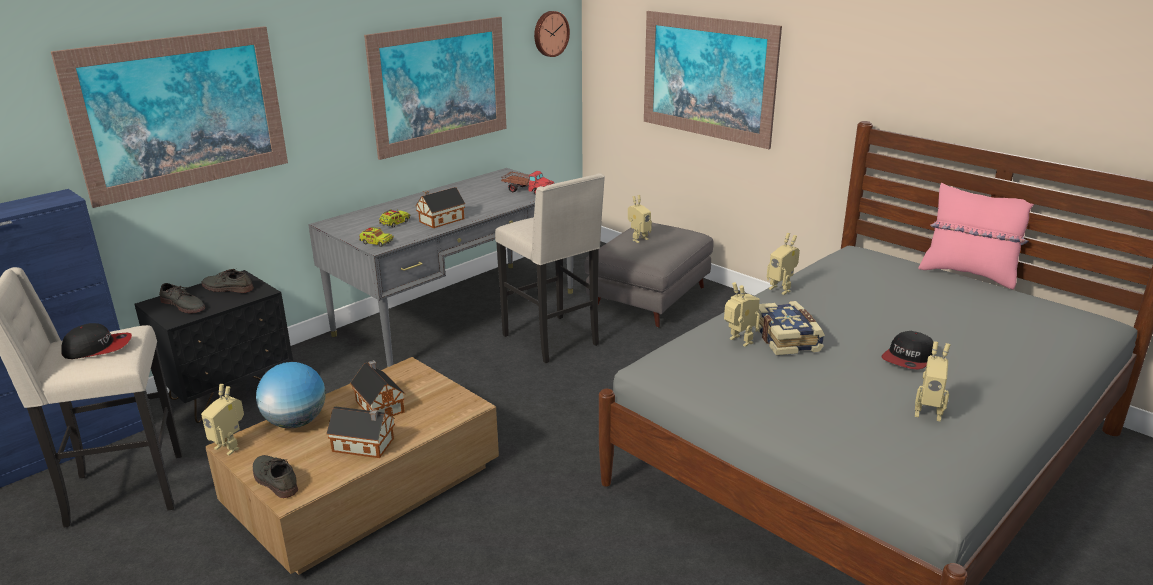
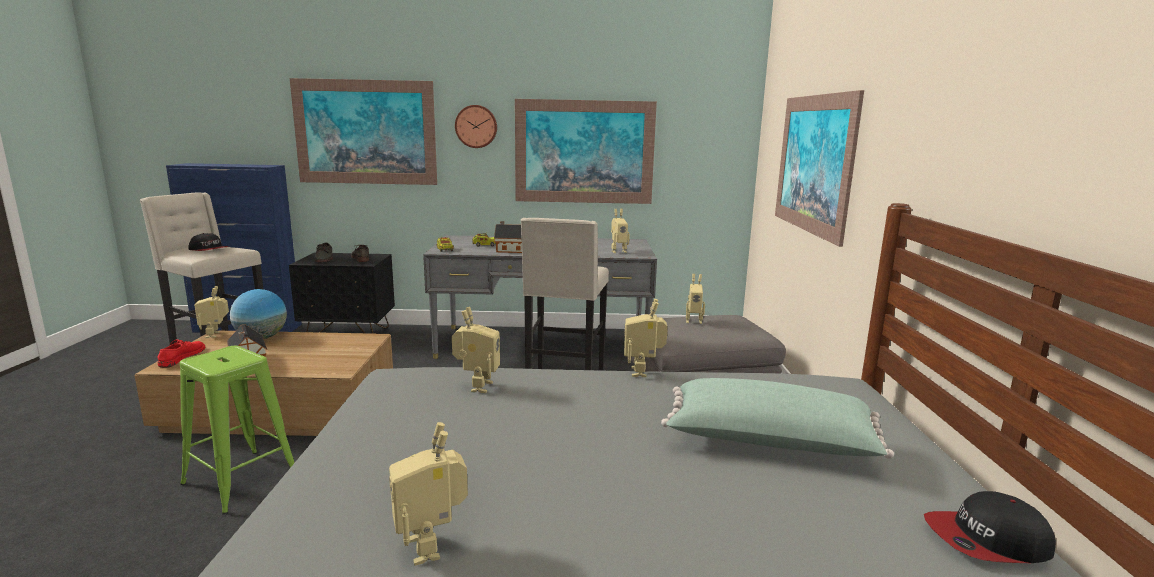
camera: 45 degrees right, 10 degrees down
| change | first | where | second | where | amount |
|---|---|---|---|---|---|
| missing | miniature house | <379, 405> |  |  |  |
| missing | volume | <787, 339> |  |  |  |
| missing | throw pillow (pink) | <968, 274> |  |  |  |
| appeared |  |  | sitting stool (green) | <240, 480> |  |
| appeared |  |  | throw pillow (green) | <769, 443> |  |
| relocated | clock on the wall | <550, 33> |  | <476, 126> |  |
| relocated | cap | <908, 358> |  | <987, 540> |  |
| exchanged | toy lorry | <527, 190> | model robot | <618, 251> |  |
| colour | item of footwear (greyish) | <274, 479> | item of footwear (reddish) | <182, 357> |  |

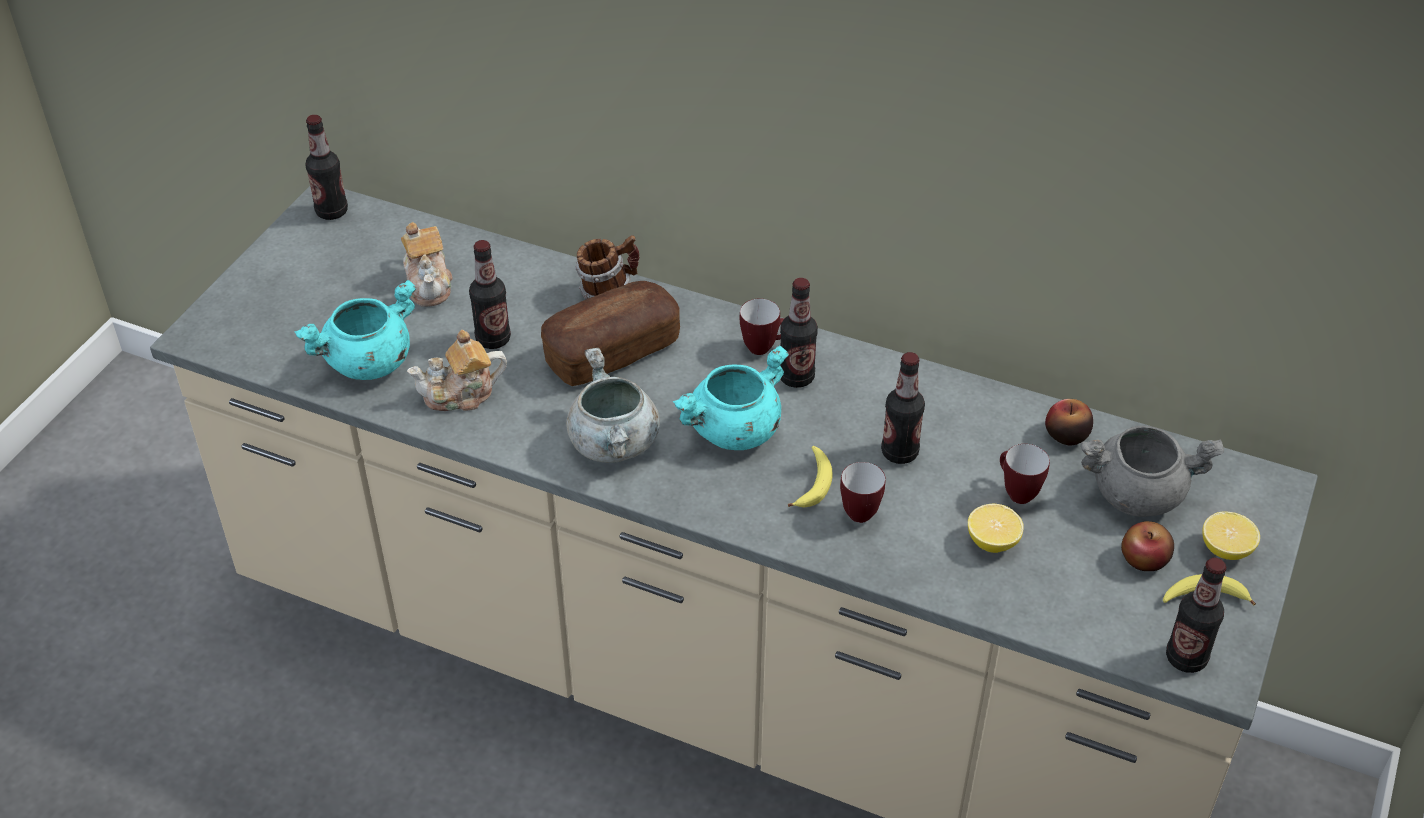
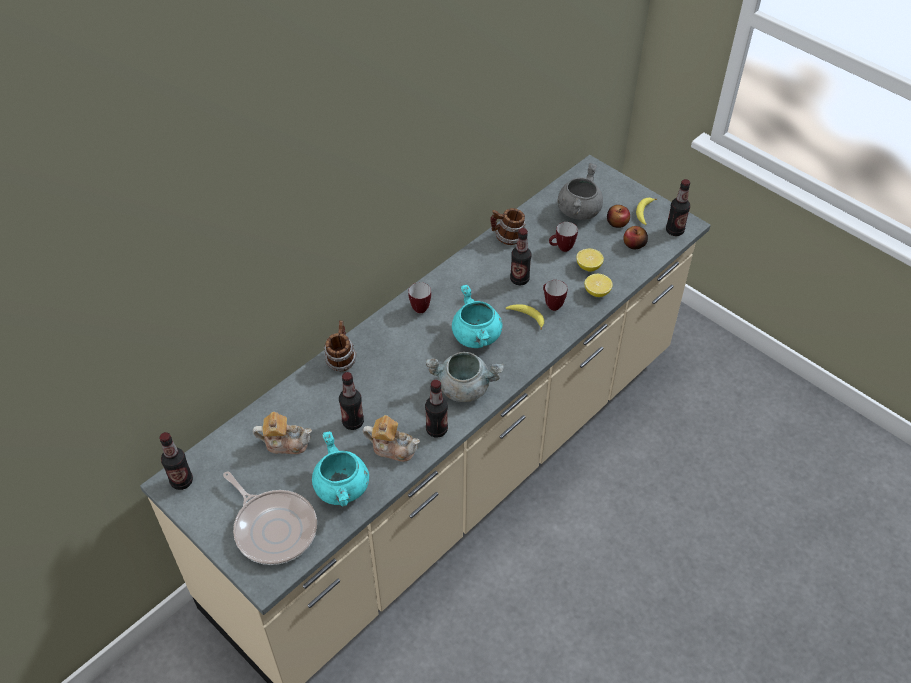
camera: 70 degrees left, 5 degrees up
| change | first | where | second | where | amount |
|---|---|---|---|---|---|
| missing | baked bread | <612, 351> |  |  |  |
| appeared |  |  | frying pan | <273, 527> |  |
| appeared |  |  | tea mug | <507, 238> |  |
| relocated | bottle | <796, 377> |  | <436, 429> |  |
| relocated | apple | <1066, 435> |  | <634, 244> |  |
| relocated | whole lemon | <1225, 549> |  | <597, 292> |  |
| spun | teapot | <461, 395> |  | <393, 448> | 75 degrees counterclockwise |

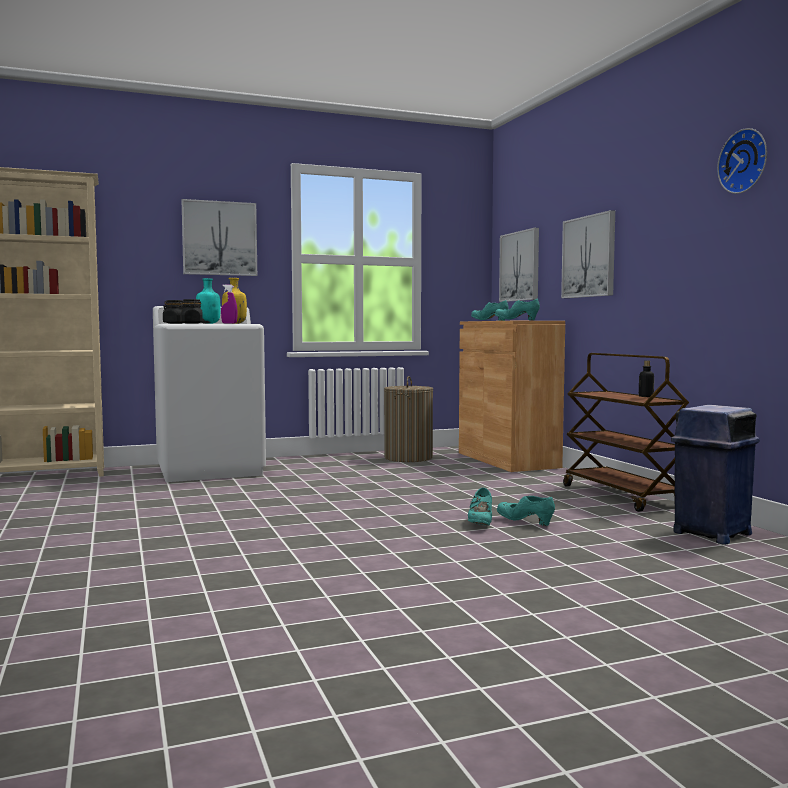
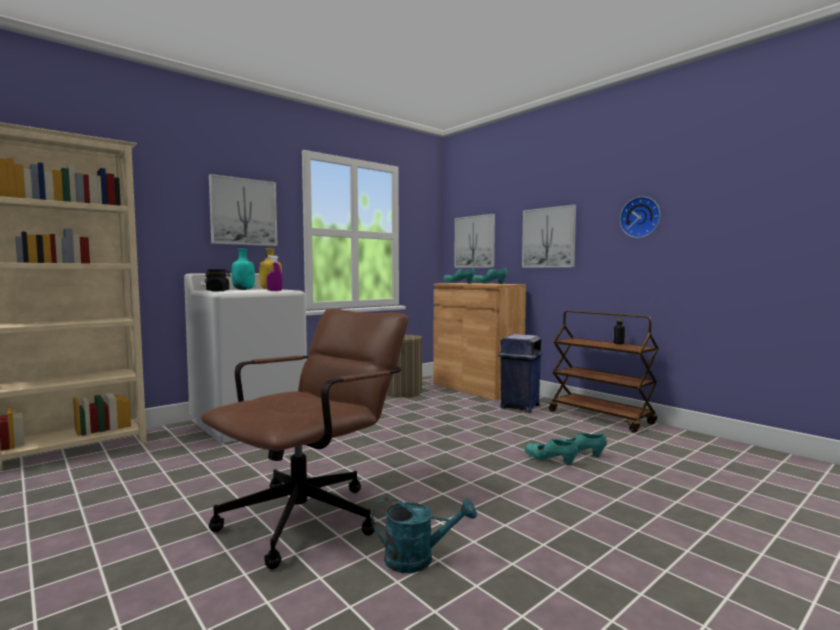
camera: 20 degrees left, 0 degrees up
| change | first | where | second | where | amount |
|---|---|---|---|---|---|
| missing | jar (blackish) | <192, 323> |  |  |  |
| appeared |  |  | desk chair (brownish) | <313, 514> |  |
| appeared |  |  | watering can (turquoise) | <418, 559> |  |
| relocated | waste bin (blue) | <711, 534> |  | <519, 407> |  |
| relocated | clock on the wall | <745, 161> |  | <641, 217> |  |
| spun | item of footwear (turquoise) | <480, 523> |  | <550, 461> | 135 degrees clockwise |

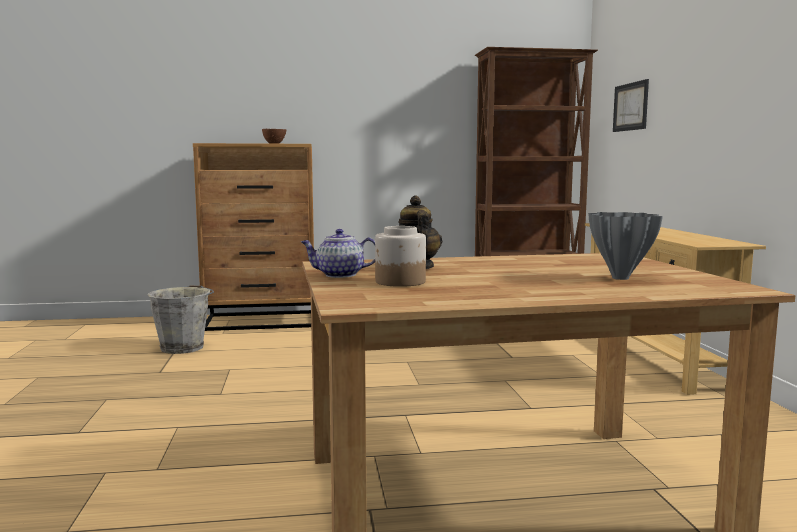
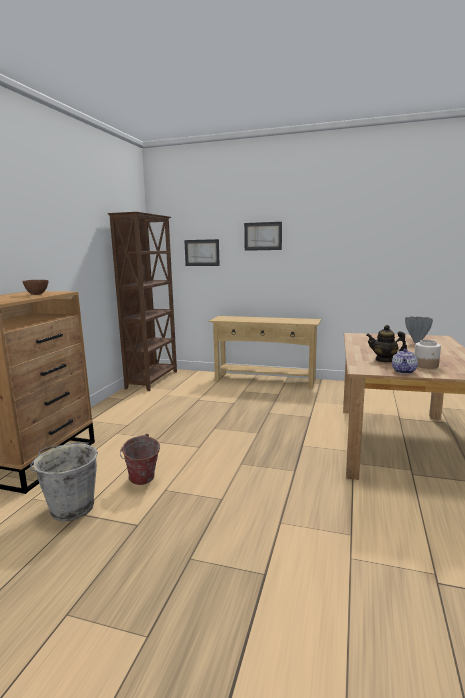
camera: 65 degrees left, 5 degrees up
| change | first | where | second | where | amount |
|---|---|---|---|---|---|
| appeared |  |  | pail | <142, 482> |  |
| appeared |  |  | wall picture | <263, 236> |  |

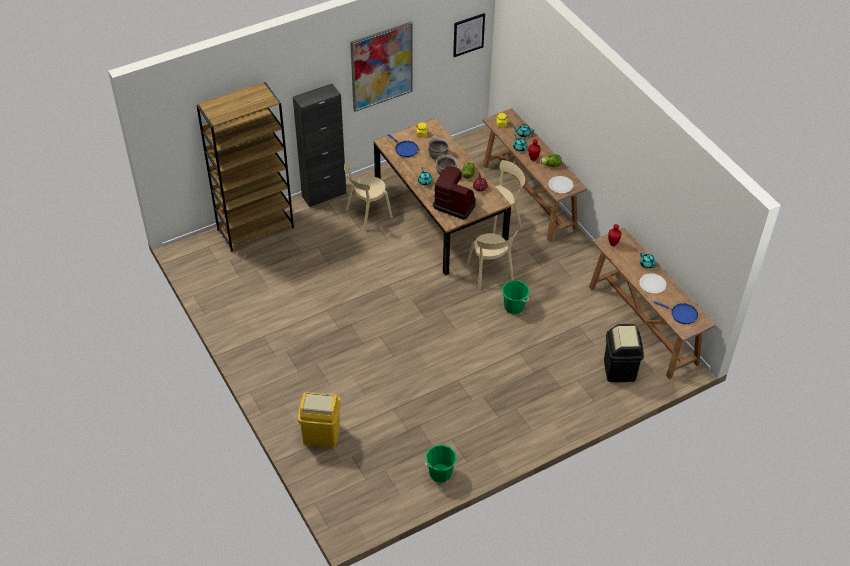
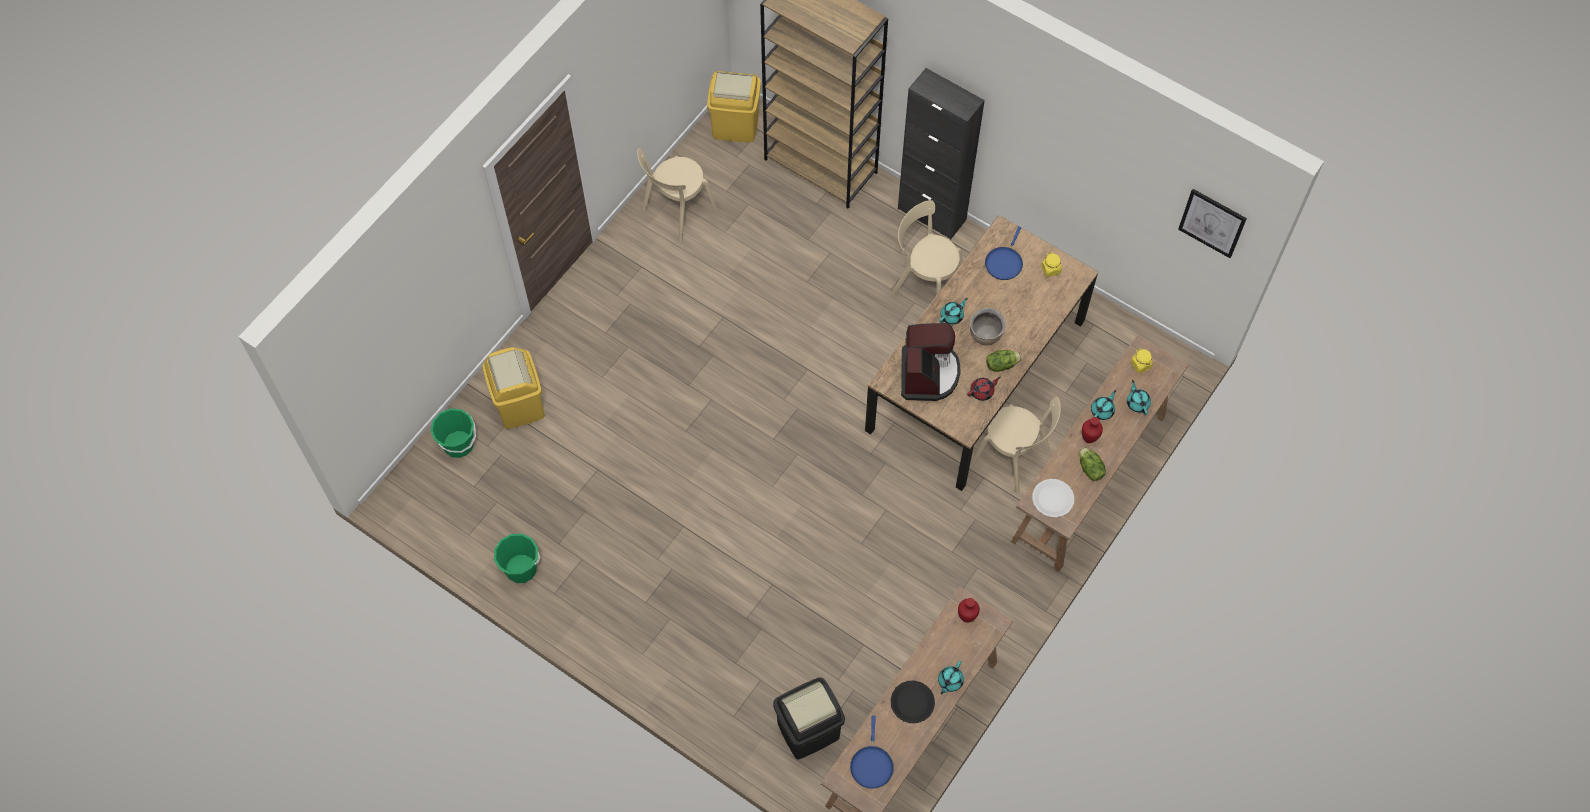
camera: 65 degrees right, 15 degrees up
| change | first | where | second | where | amount |
|---|---|---|---|---|---|
| missing | wall picture | <381, 66> |  |  |  |
| missing | saucepot (brownish) | <438, 156> |  |  |  |
| appeared |  |  | waste bin (yellow-coloured) | <735, 126> |  |
| relocated | chair (beige) | <490, 274> |  | <677, 212> |  |
| relocated | pail (green) | <514, 307> |  | <458, 444> |  |
| colour | plate (white-coloured) | <652, 284> | plate (blackish) | <912, 702> |  |

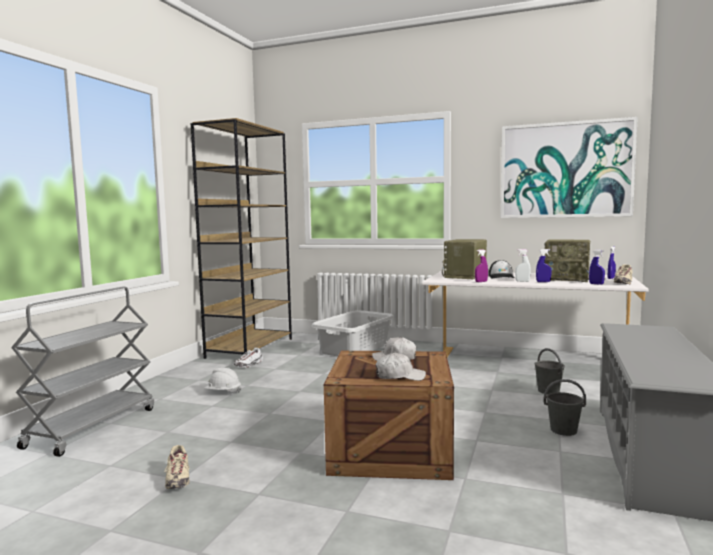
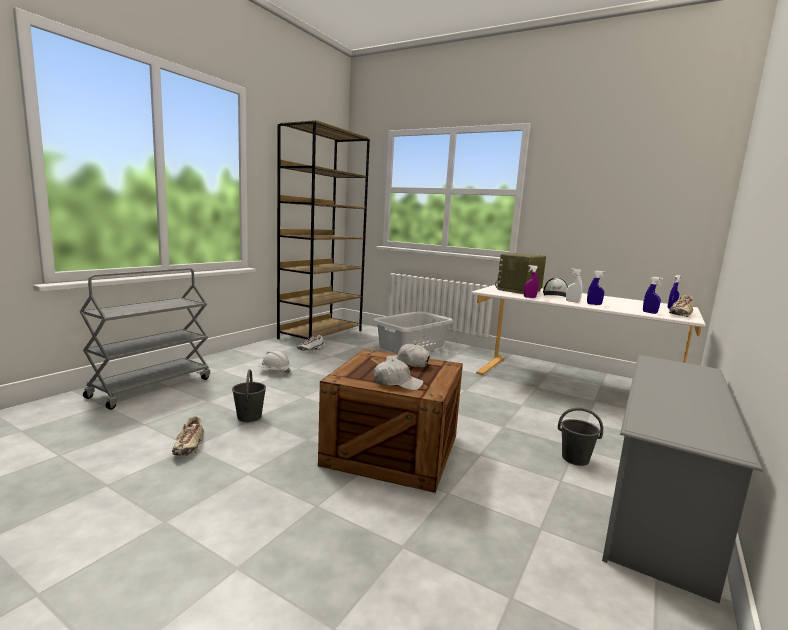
camera: 10 degrees right, 5 degrees up
| change | first | where | second | where | amount |
|---|---|---|---|---|---|
| missing | wall picture | <565, 170> |  |  |  |
| missing | radio receiver | <567, 279> |  |  |  |
| relocated | pail (greyish) | <549, 391> |  | <249, 417> |  |

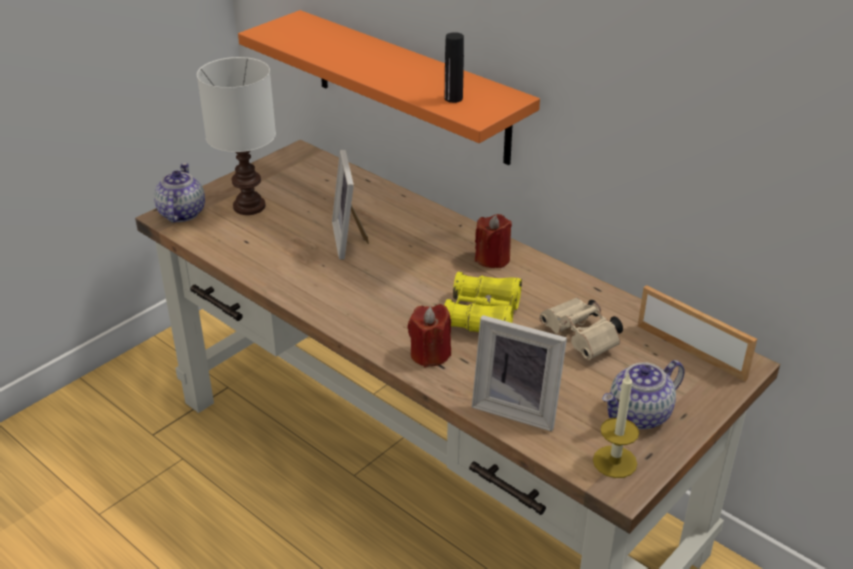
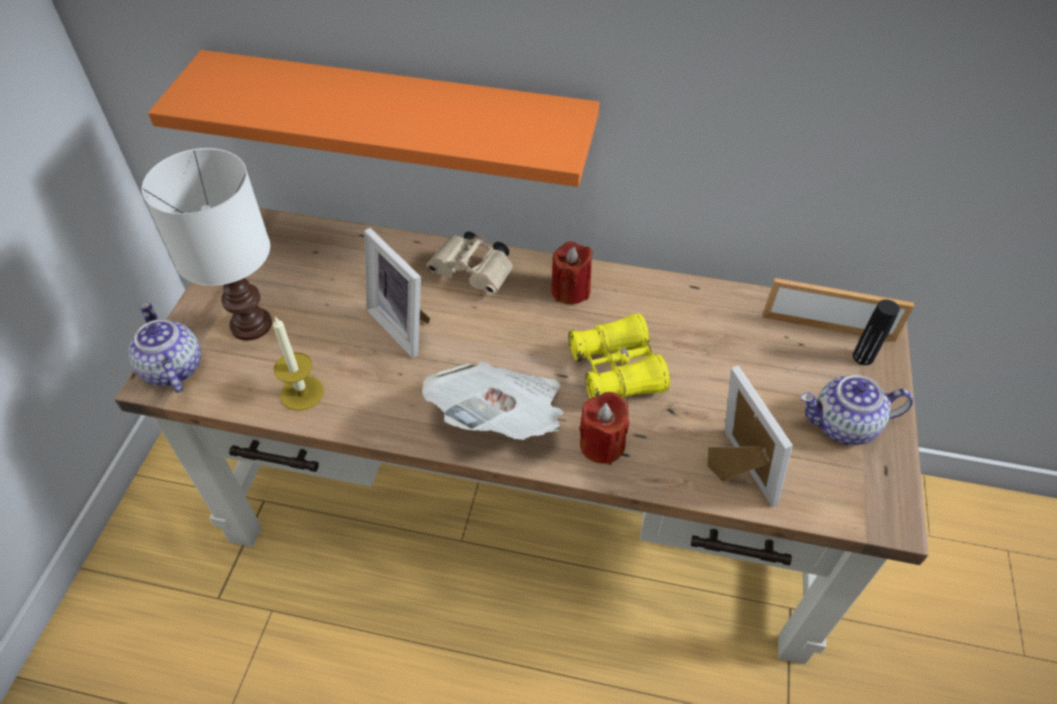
camera: 30 degrees left, 15 degrees up
| change | first | where | second | where | amount |
|---|---|---|---|---|---|
| appeared |  |  | daily paper | <501, 419> |  |
| relocated | bottle (blackish) | <453, 98> |  | <863, 357> |  |
| relocated | pair of binoculars (beige) | <583, 339> |  | <475, 274> |  |
| relocated | wax light | <615, 462> |  | <302, 393> |  |
| spun | photo frame | <517, 408> |  | <734, 472> | 105 degrees counterclockwise |
| spun | teapot | <639, 415> |  | <843, 425> | 60 degrees clockwise |

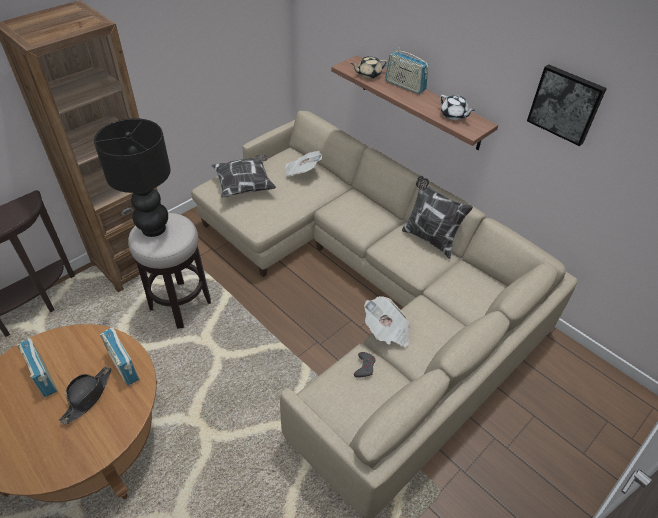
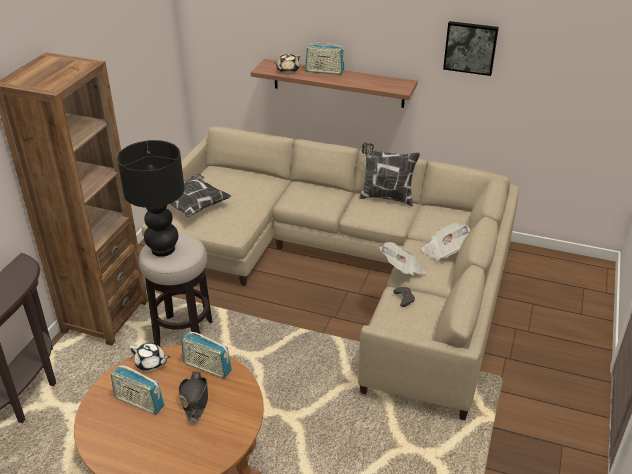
camera: 25 degrees left, 10 degrees down
| change | first | where | second | where | amount |
|---|---|---|---|---|---|
| relocated | daily paper | <302, 172> |  | <444, 251> |  |
| relocated | teapot (white-coloured) | <453, 115> |  | <151, 363> |  |

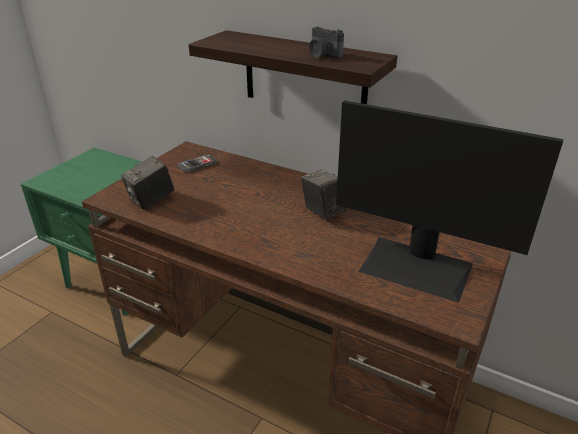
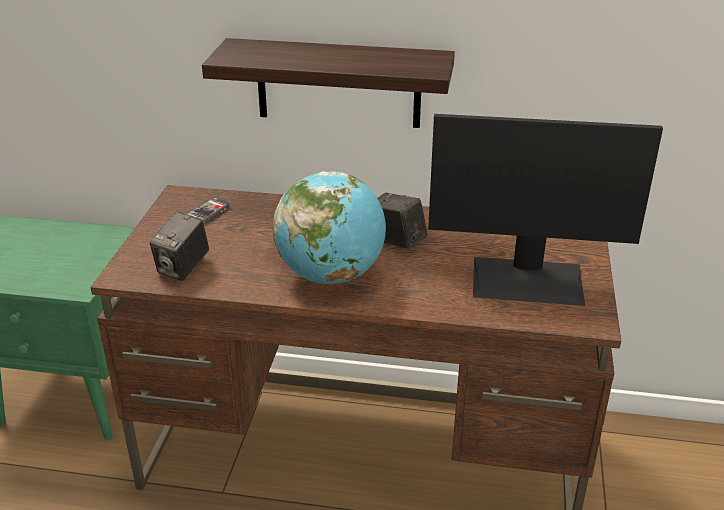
camera: 20 degrees left, 0 degrees up
| change | first | where | second | where | amount |
|---|---|---|---|---|---|
| missing | still camera | <322, 55> |  |  |  |
| appeared |  |  | globe | <331, 275> |  |

